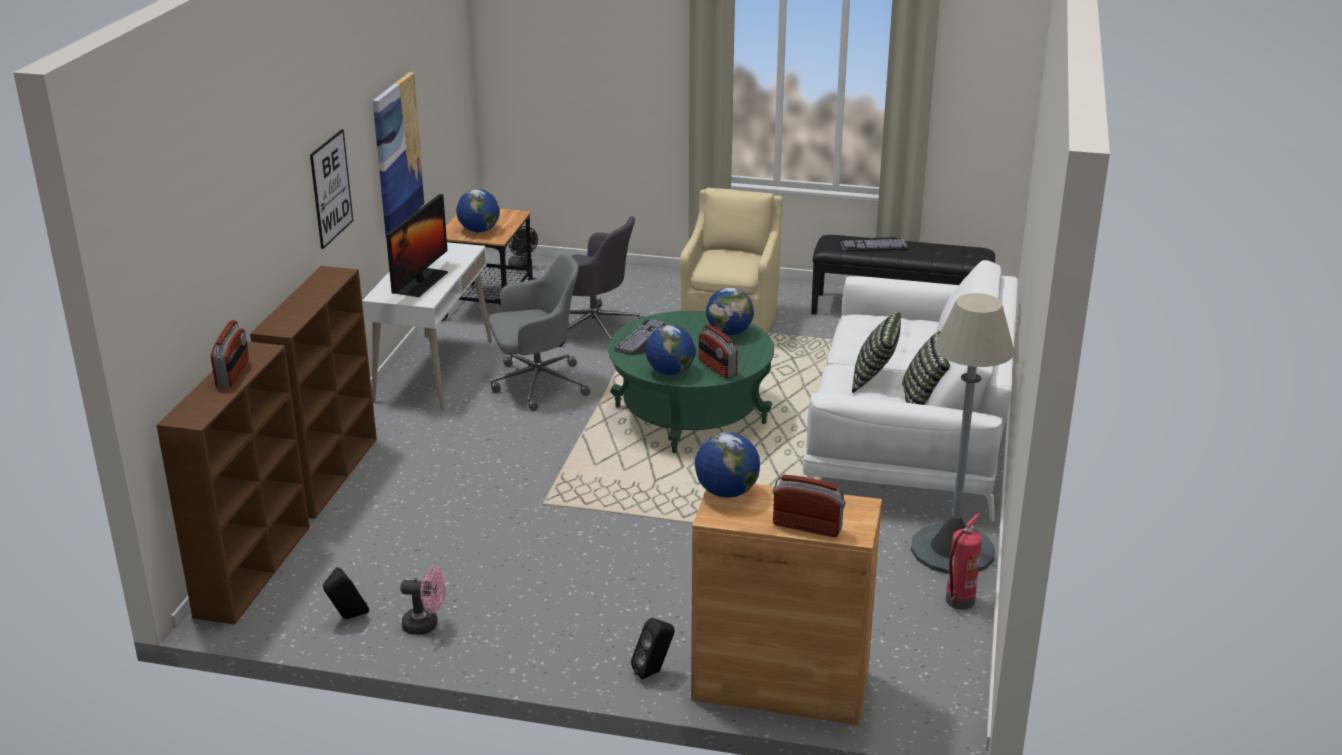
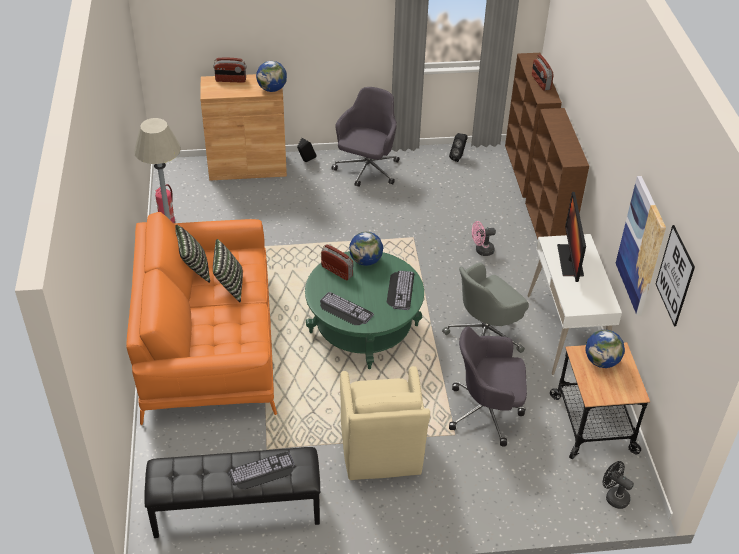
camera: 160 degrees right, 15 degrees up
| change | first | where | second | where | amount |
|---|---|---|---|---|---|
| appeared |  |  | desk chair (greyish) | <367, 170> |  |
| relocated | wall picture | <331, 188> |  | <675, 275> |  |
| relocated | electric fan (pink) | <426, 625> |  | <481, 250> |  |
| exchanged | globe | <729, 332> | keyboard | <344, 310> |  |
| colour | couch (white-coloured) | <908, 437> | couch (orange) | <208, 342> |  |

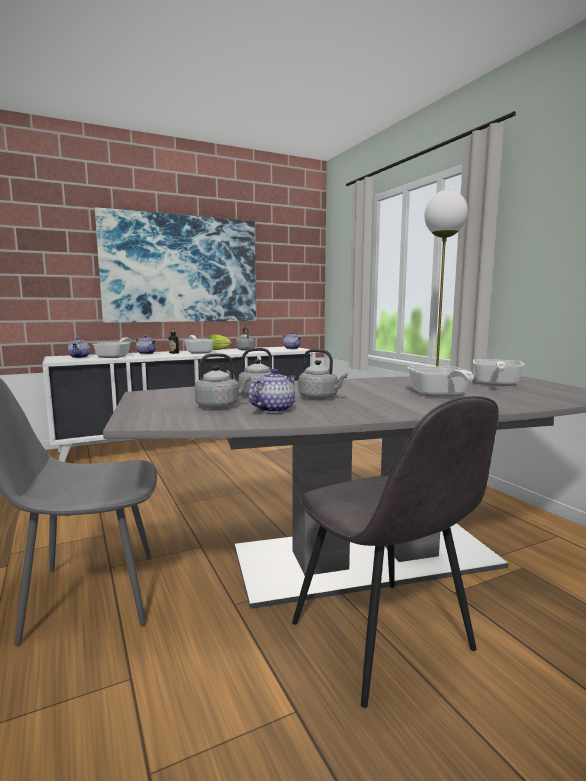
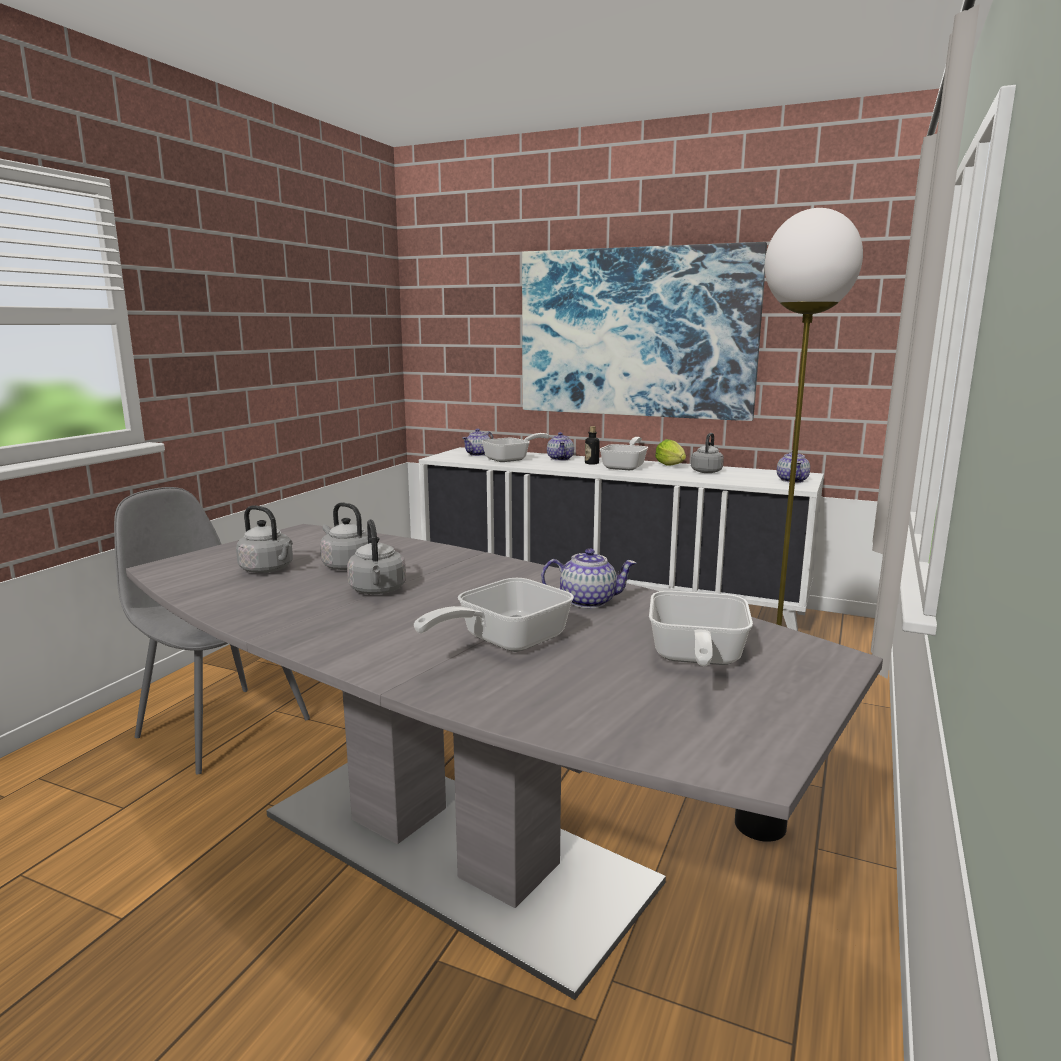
camera: 50 degrees right, 5 degrees up
| change | first | where | second | where | amount |
|---|---|---|---|---|---|
| missing | chair (greyish) | <383, 639> |  |  |  |
| relocated | teapot | <273, 410> |  | <588, 601> |  |
| spun | frying pan | <495, 384> |  | <695, 658> | 60 degrees counterclockwise |

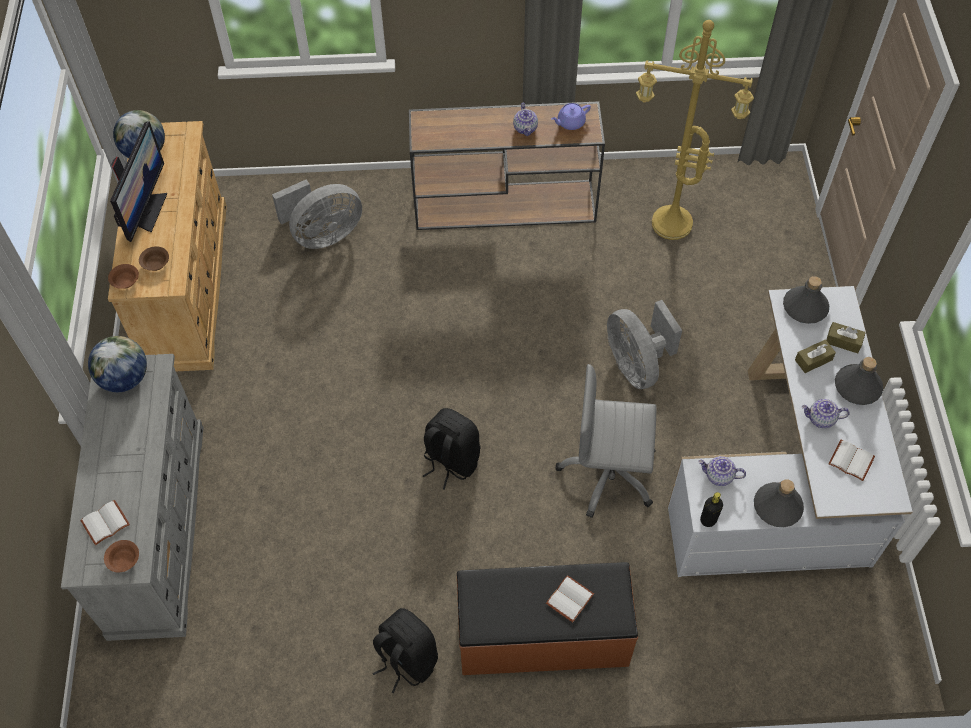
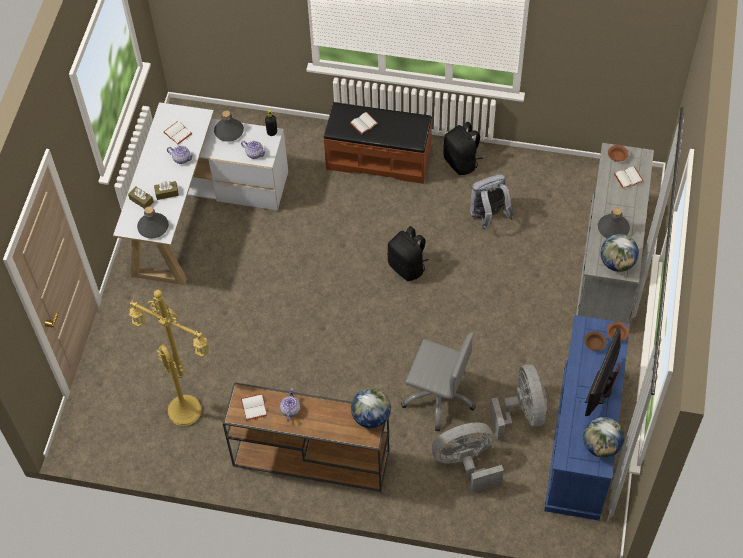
camera: 165 degrees left, 0 degrees up
| change | first | where | second | where | amount |
|---|---|---|---|---|---|
| appeared |  |  | globe | <371, 417> |  |
| appeared |  |  | knapsack (greyish) | <488, 217> |  |
| relocated | desk chair (greyish) | <608, 473> |  | <438, 396> |  |
| relocated | electric fan (greyish) | <636, 364> |  | <522, 413> |  |
| relocated | bottle (greyish) | <857, 387> |  | <613, 228> |  |
| exchanged | teapot (purple) | <570, 123> | volume (white-coloured) | <253, 407> |  |
| colour | drawer chest (beige) | <186, 284> | drawer chest (blue) | <581, 441> |  |

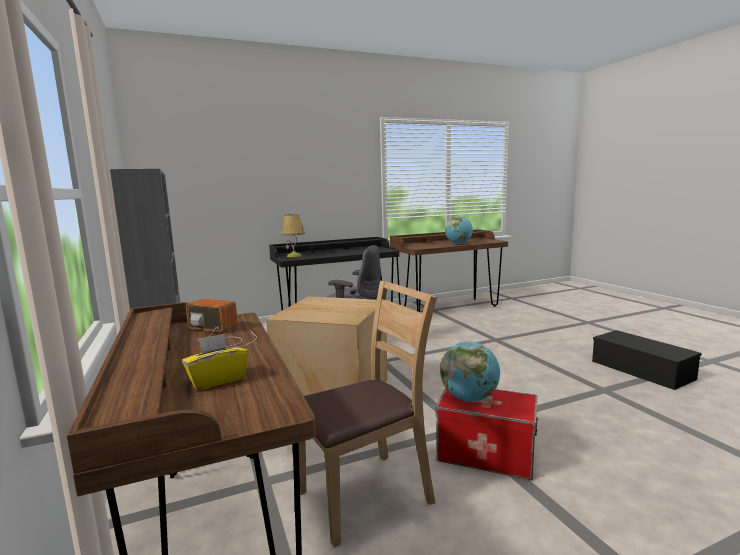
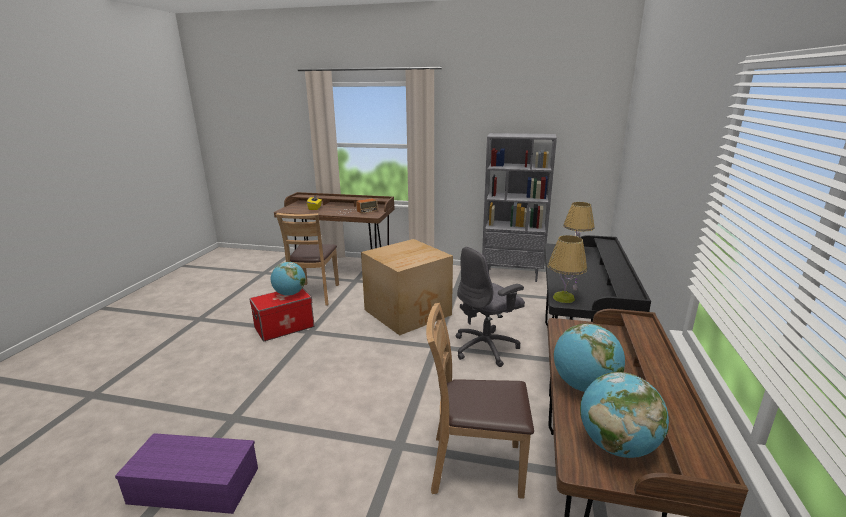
camera: 125 degrees right, 10 degrees up
| change | first | where | second | where | amount |
|---|---|---|---|---|---|
| appeared |  |  | chair (brownish) | <475, 466> |  |
| appeared |  |  | tabletop lamp | <563, 298> |  |
| appeared |  |  | globe | <616, 445> |  |
| colour | storage bin (blackish) | <643, 370> | storage bin (purple) | <192, 486> |  |

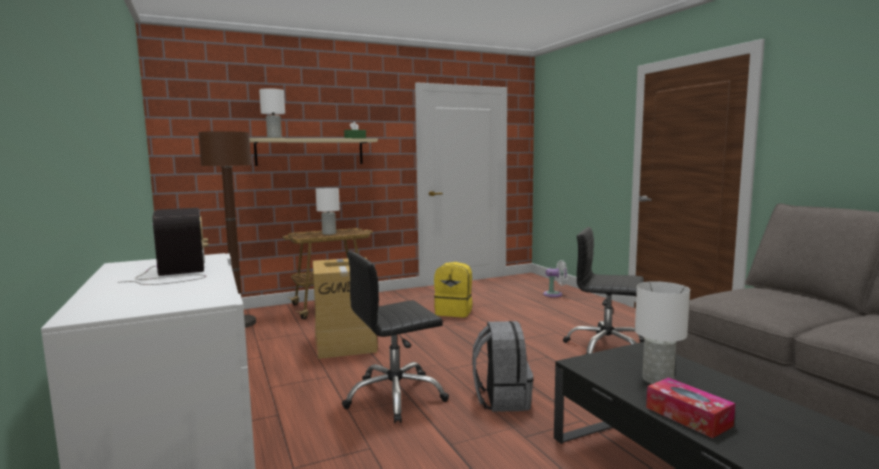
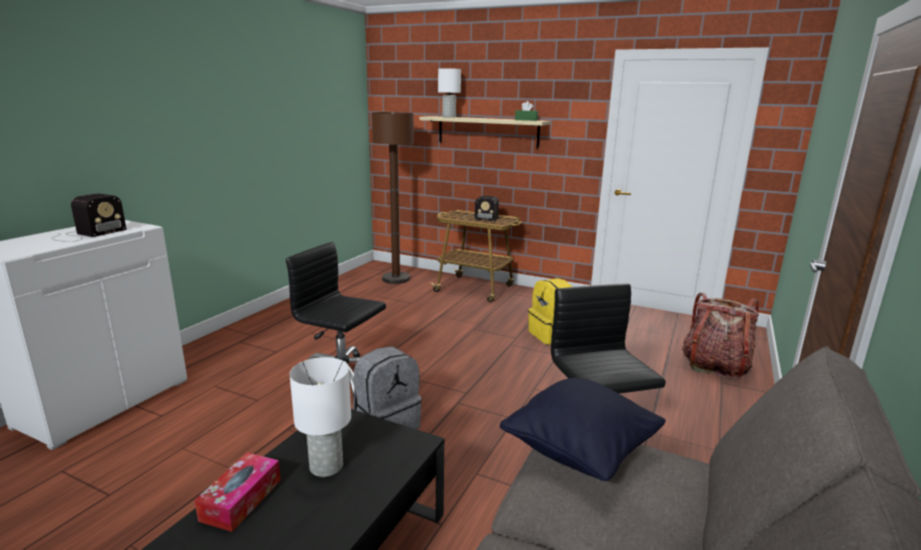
camera: 50 degrees right, 10 degrees up
| change | first | where | second | where | amount |
|---|---|---|---|---|---|
| missing | cardboard box | <345, 342> |  |  |  |
| appeared |  |  | throw pillow (blackish) | <580, 452> |  |
| exchanged | tabletop lamp (white-coloured) | <329, 233> | radio receiver | <479, 218> |  |
| exchanged | electric fan (white-coloured) | <555, 294> | knapsack | <715, 365> |  |

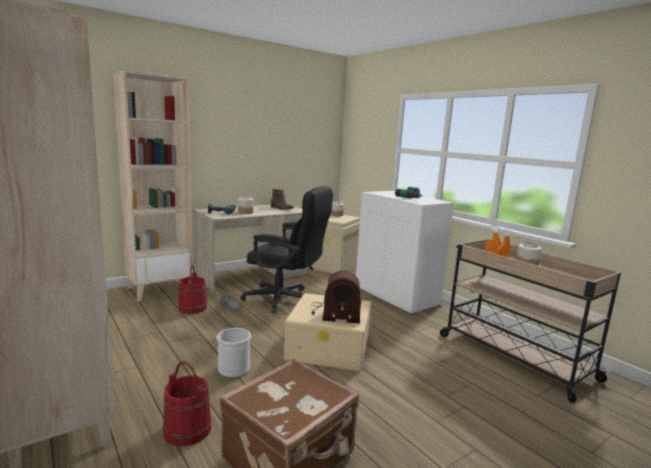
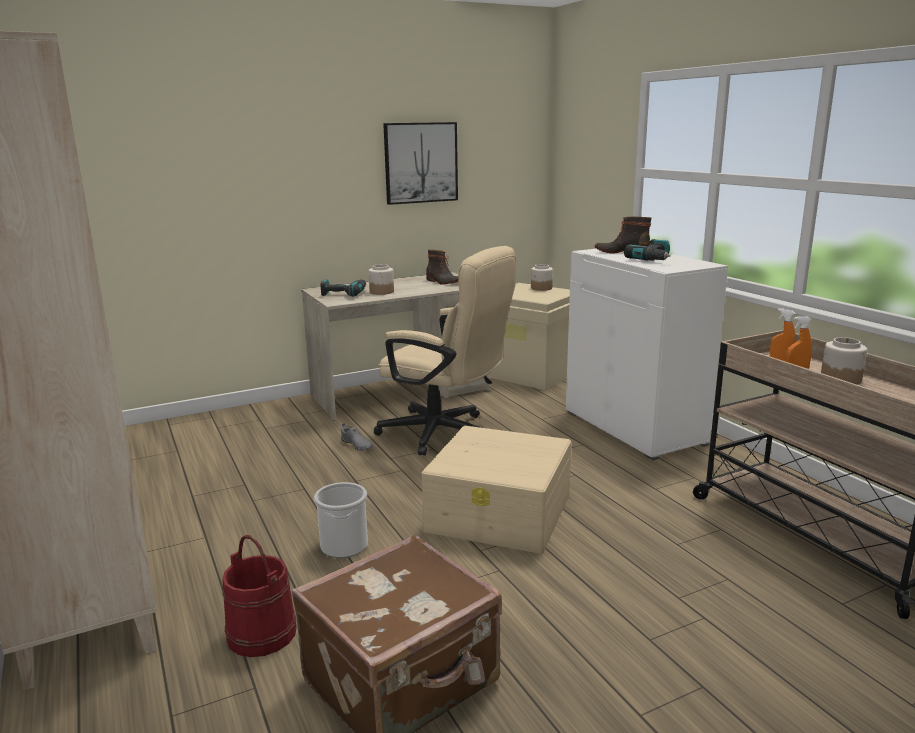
camera: 10 degrees right, 5 degrees up
| change | first | where | second | where | amount |
|---|---|---|---|---|---|
| missing | shelving unit (beige) | <159, 289> |  |  |  |
| missing | pail (reddish) | <193, 308> |  |  |  |
| missing | radio receiver | <335, 313> |  |  |  |
| appeared |  |  | wall picture | <420, 163> |  |
| appeared |  |  | high-top boot | <621, 252> |  |
| colour | desk chair (blackish) | <286, 300> | desk chair (beige) | <446, 434> |  |

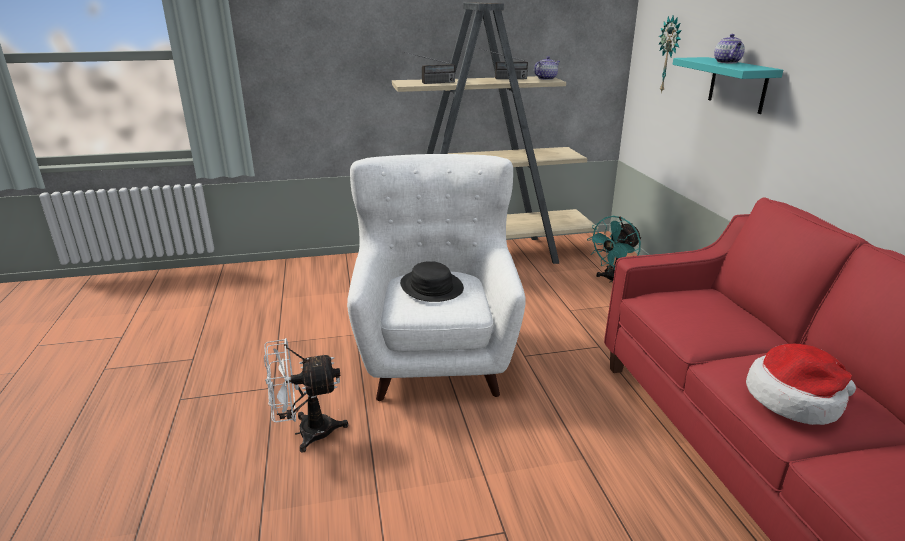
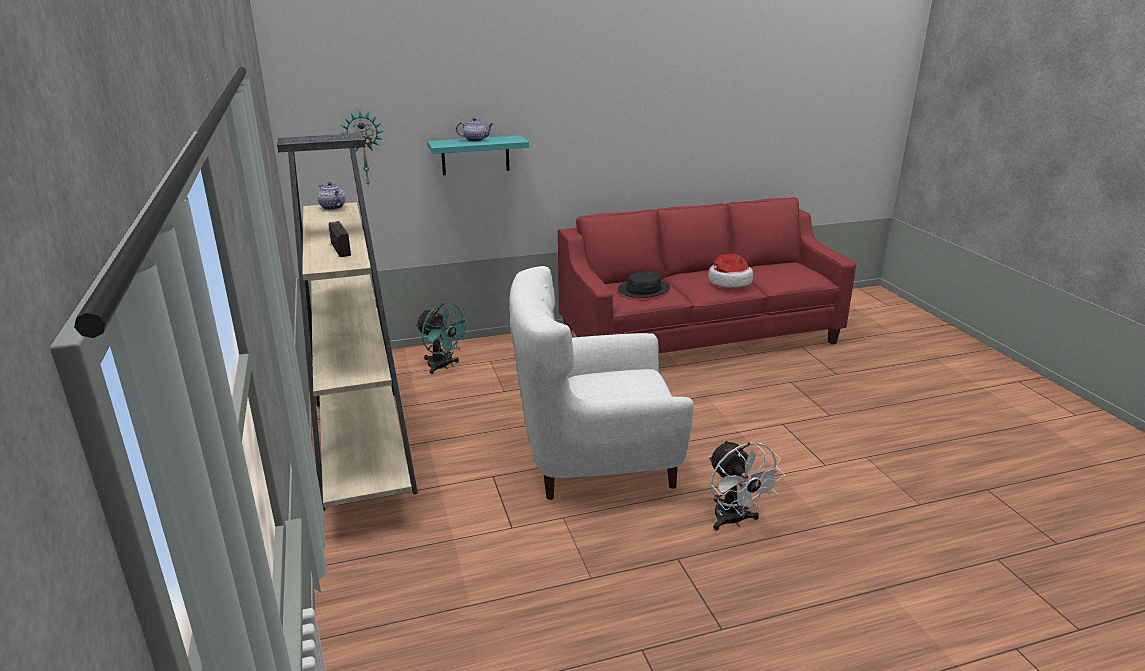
camera: 95 degrees left, 0 degrees up
| change | first | where | second | where | amount |
|---|---|---|---|---|---|
| missing | radio receiver | <502, 78> |  |  |  |
| relocated | wearable hat (blackish) | <431, 287> |  | <643, 290> |  |

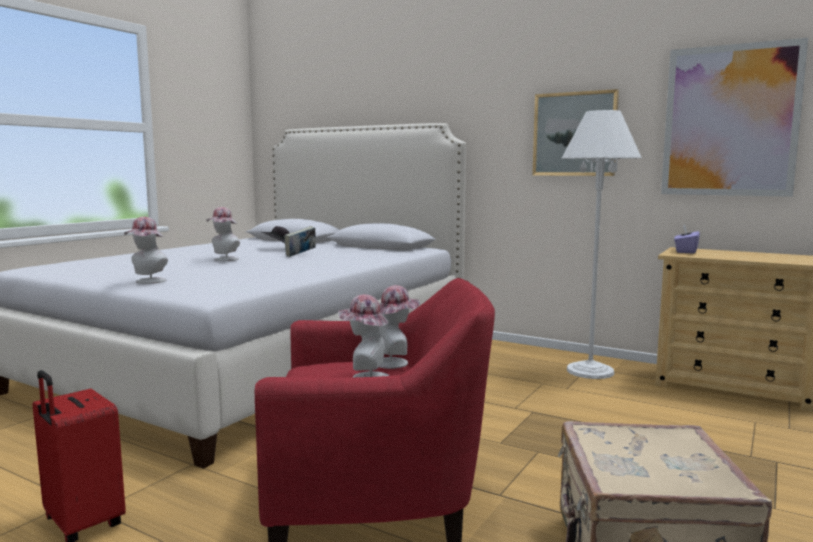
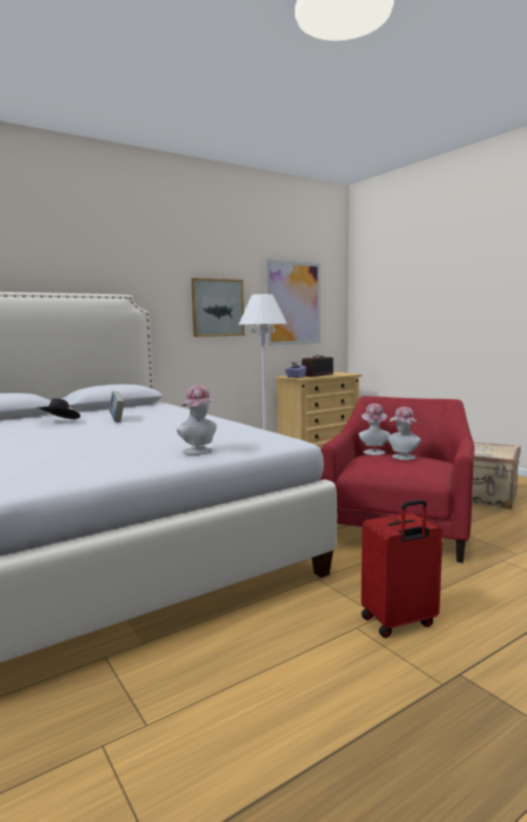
camera: 65 degrees left, 0 degrees up
| change | first | where | second | where | amount |
|---|---|---|---|---|---|
| missing | wearable hat | <224, 259> |  |  |  |
| appeared |  |  | radio receiver | <317, 375> |  |

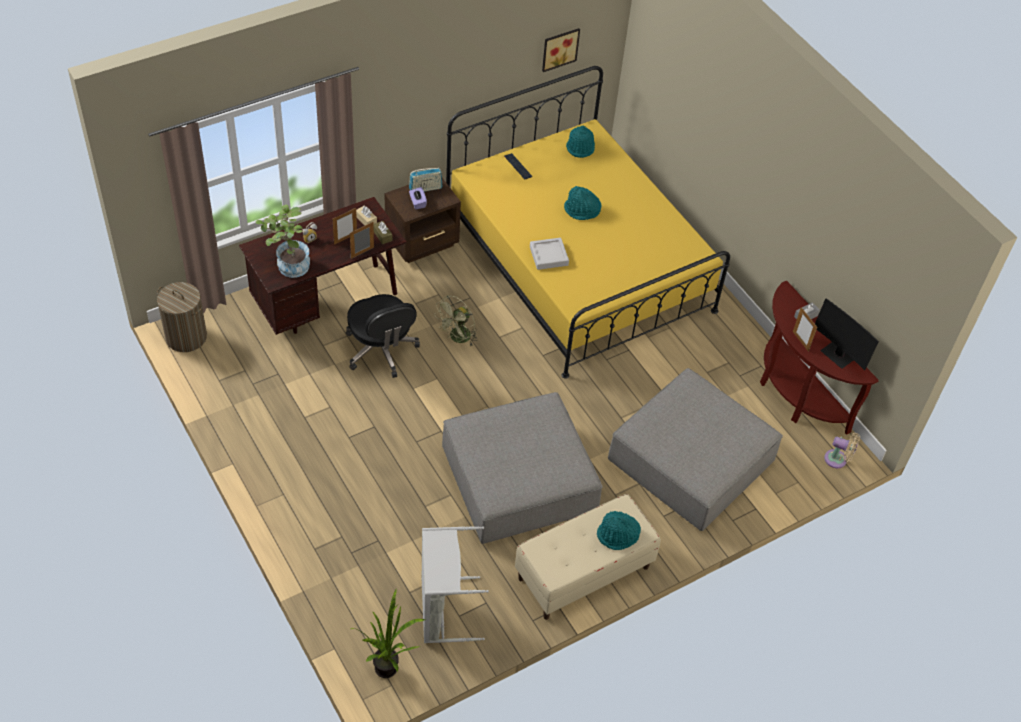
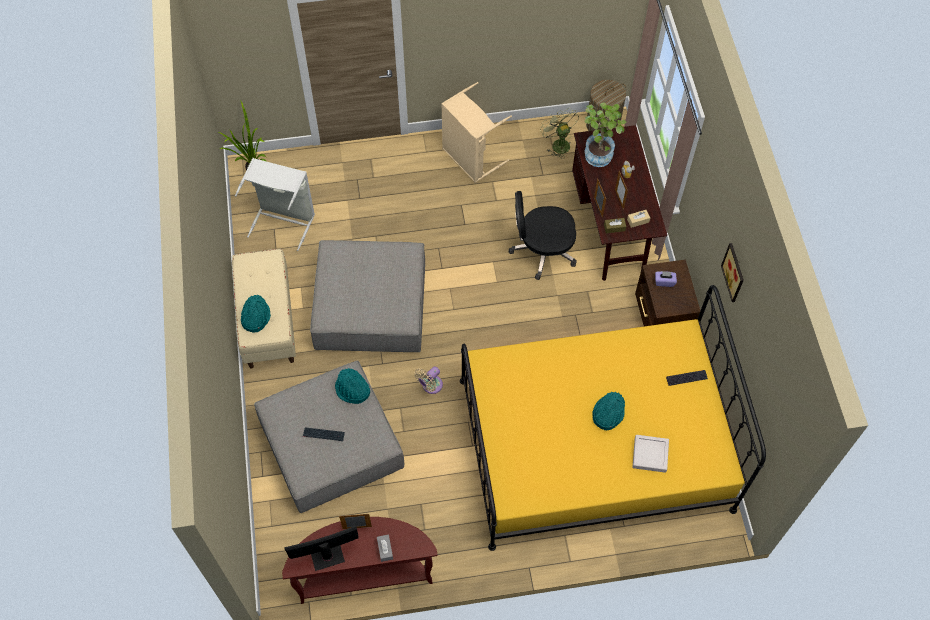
camera: 115 degrees right, 10 degrees up
| change | first | where | second | where | amount |
|---|---|---|---|---|---|
| missing | radio receiver | <425, 188> |  |  |  |
| appeared |  |  | keyboard | <323, 434> |  |
| appeared |  |  | hamper (beige) | <470, 158> |  |
| relocated | electric fan (green) | <457, 338> |  | <558, 144> |  |
| relocated | tray (greyish) | <548, 256> |  | <650, 455> |  |
| relocated | wall picture | <559, 48> |  | <735, 272> |  |
| relocated | wearable hat (turquoise) | <580, 147> |  | <352, 390> |  |
| relocated | electric fan (beige) | <838, 460> |  | <430, 386> |  |

